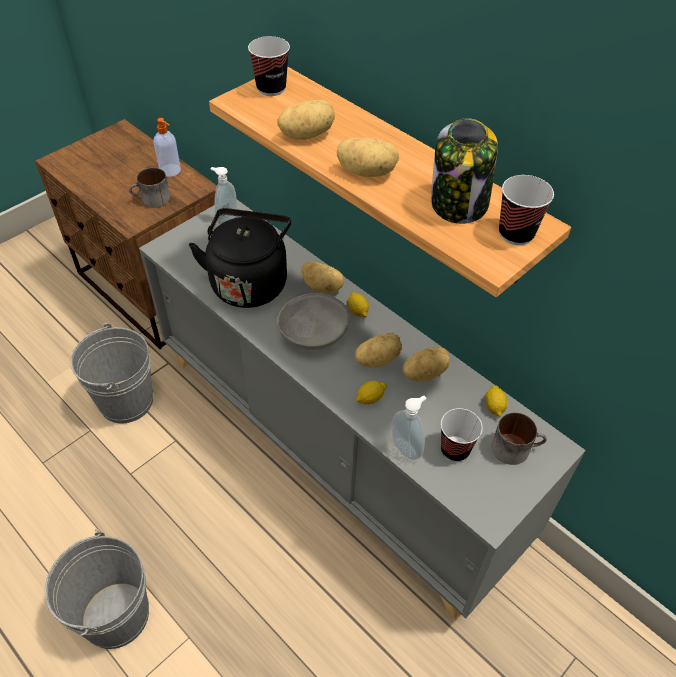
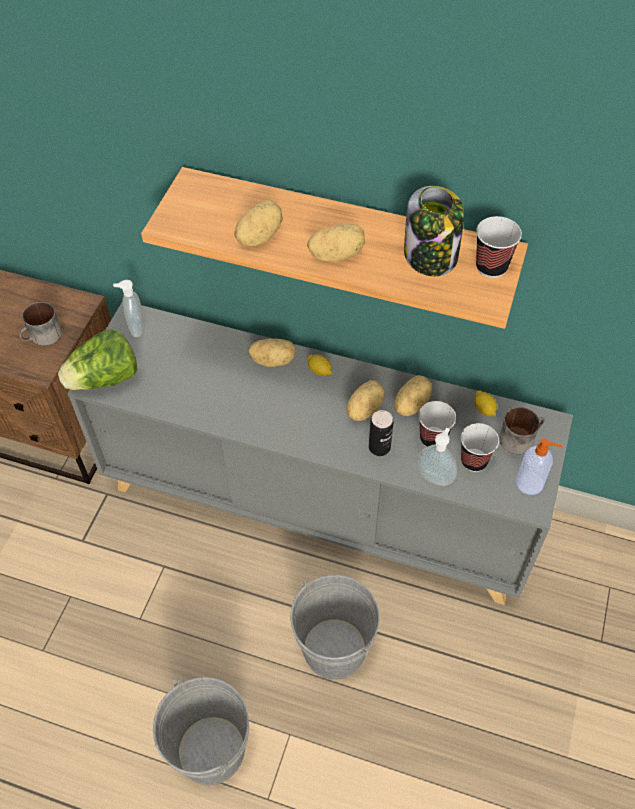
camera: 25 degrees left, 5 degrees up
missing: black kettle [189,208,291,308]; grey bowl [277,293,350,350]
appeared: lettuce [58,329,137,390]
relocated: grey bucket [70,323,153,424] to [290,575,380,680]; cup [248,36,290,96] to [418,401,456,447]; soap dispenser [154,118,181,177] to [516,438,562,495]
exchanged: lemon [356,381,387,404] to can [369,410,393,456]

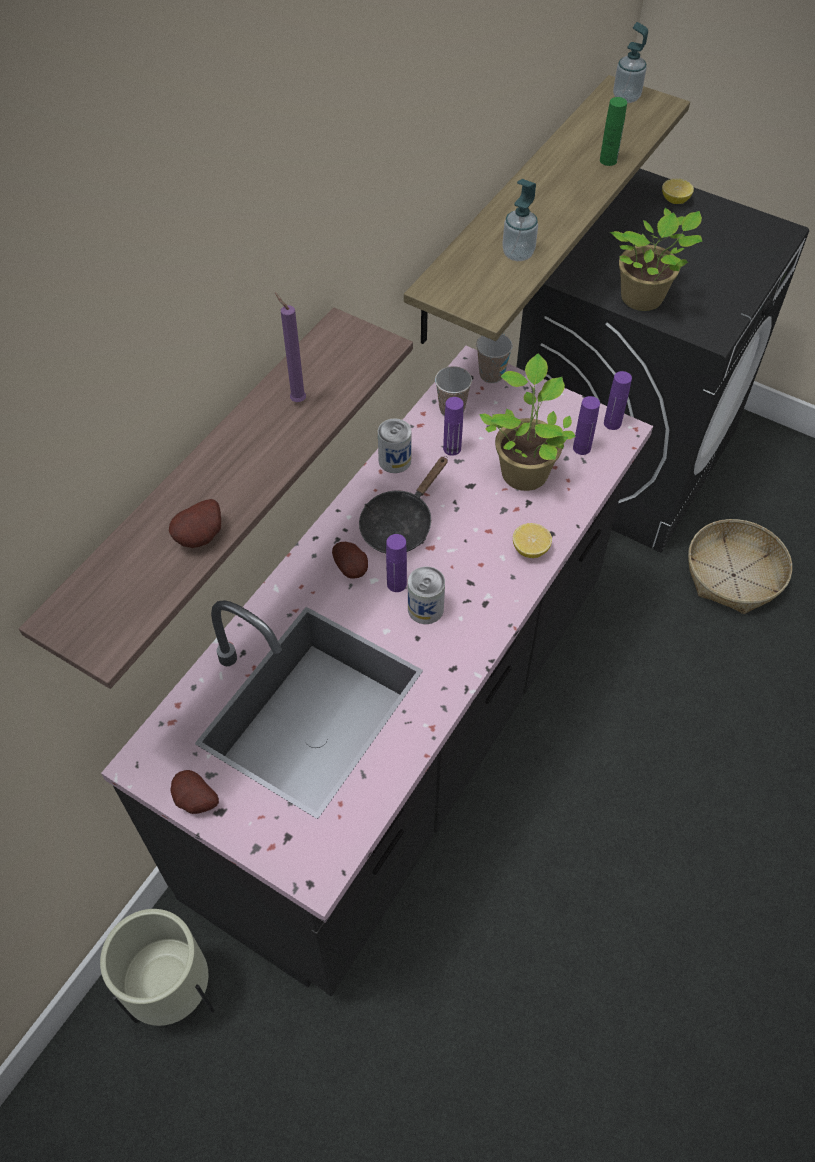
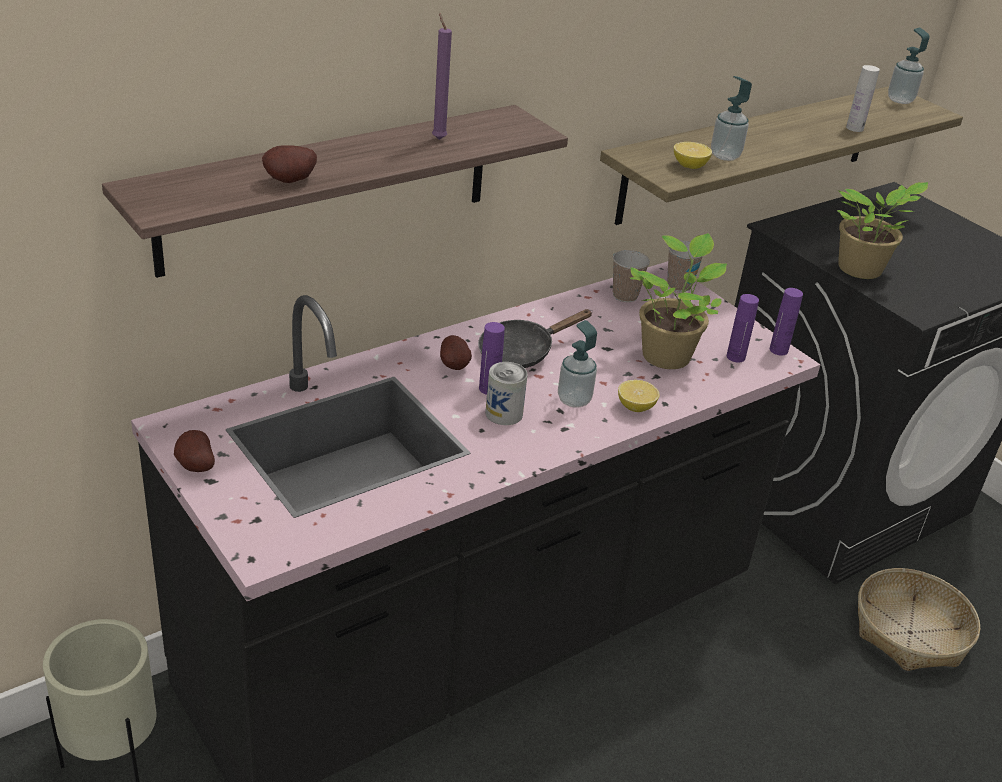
camera: 20 degrees right, 20 degrees down
missing: can [378,418,411,473]; purple bottle [443,397,464,456]
appeared: soap dispenser [558,320,597,408]
relocated: lemon [662,179,694,204] to [674,142,712,169]
colour: green bottle [600,97,627,166] to white bottle [846,65,880,132]

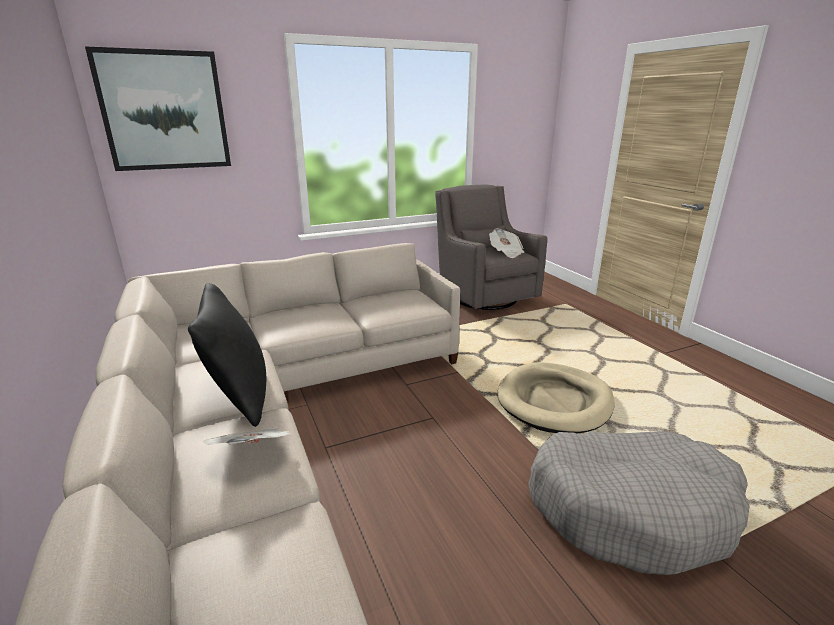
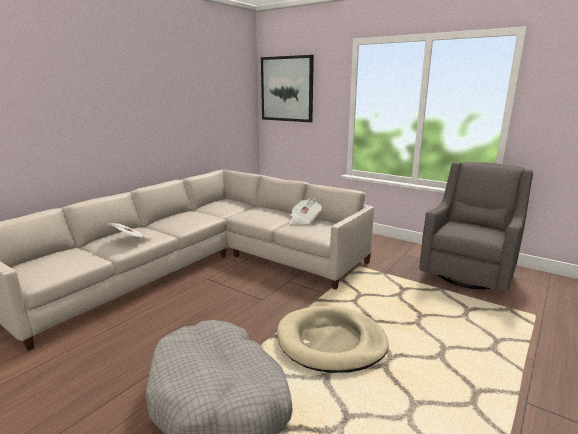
camera: 60 degrees right, 5 degrees down
missing: black pillow [188,283,266,427]
relocated: newspaper [489,228,524,258] to [290,198,322,225]

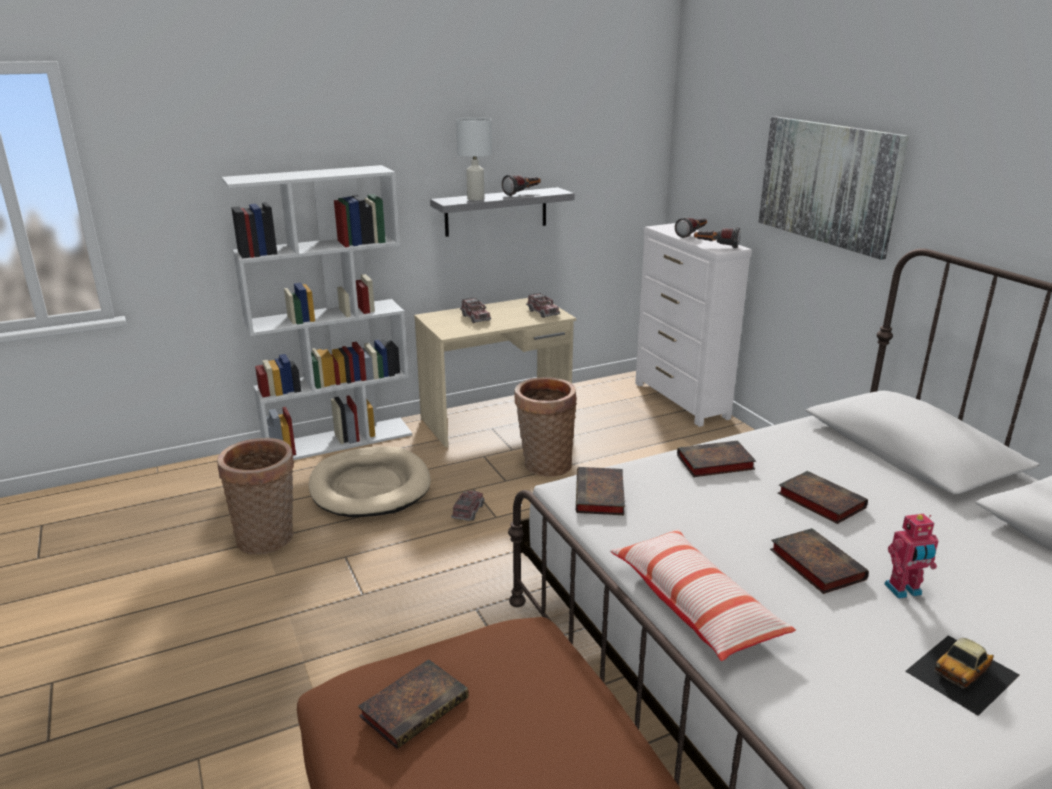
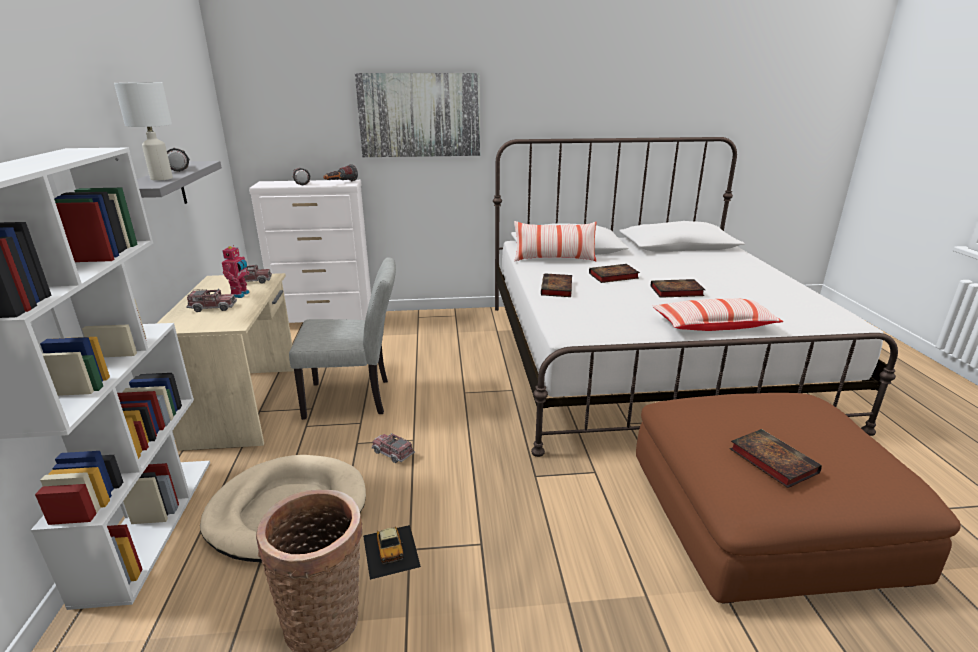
camera: 70 degrees left, 0 degrees up
missing: book [576,467,625,515]
appeared: pillow [514,221,597,262]
relocated: toy robot [884,514,939,599] to [222,245,250,298]; toy car [905,635,1020,716] to [363,525,421,580]
exchanged: basket [515,377,577,477] to grey chair [289,257,396,420]

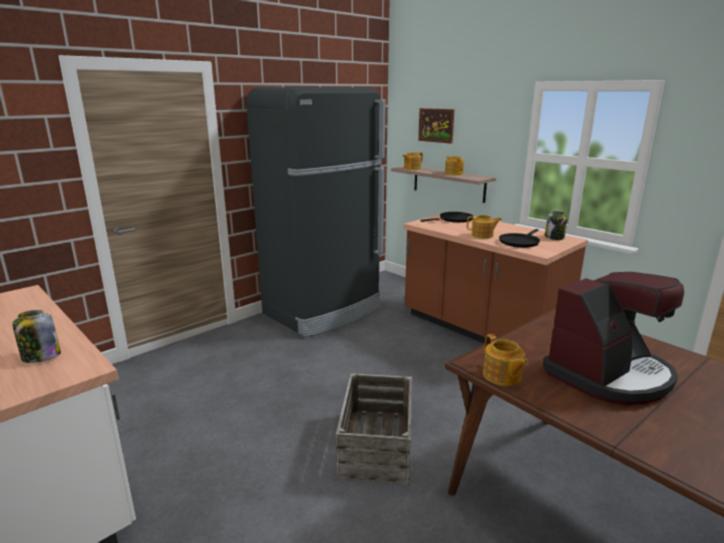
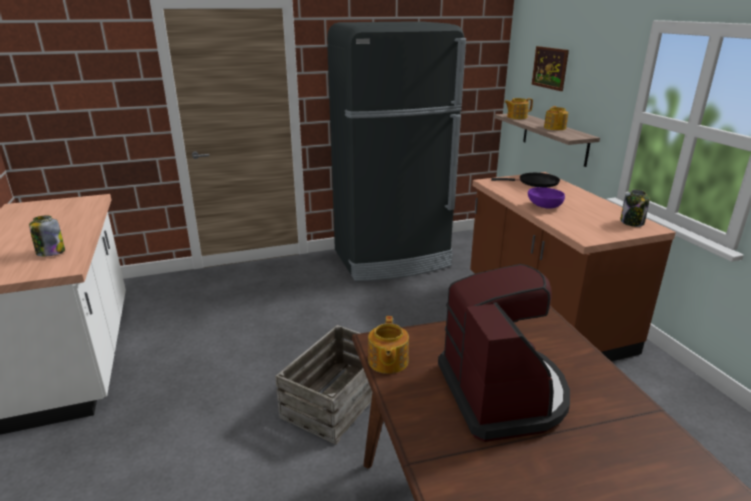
camera: 25 degrees right, 5 degrees up
missing: black frying pan [499,229,540,248]
exchanged: teapot [467,215,502,239] to purple bowl [528,187,565,209]
spun: coffee machine [543,272,684,405] = [438,264,570,442] 90 degrees counterclockwise

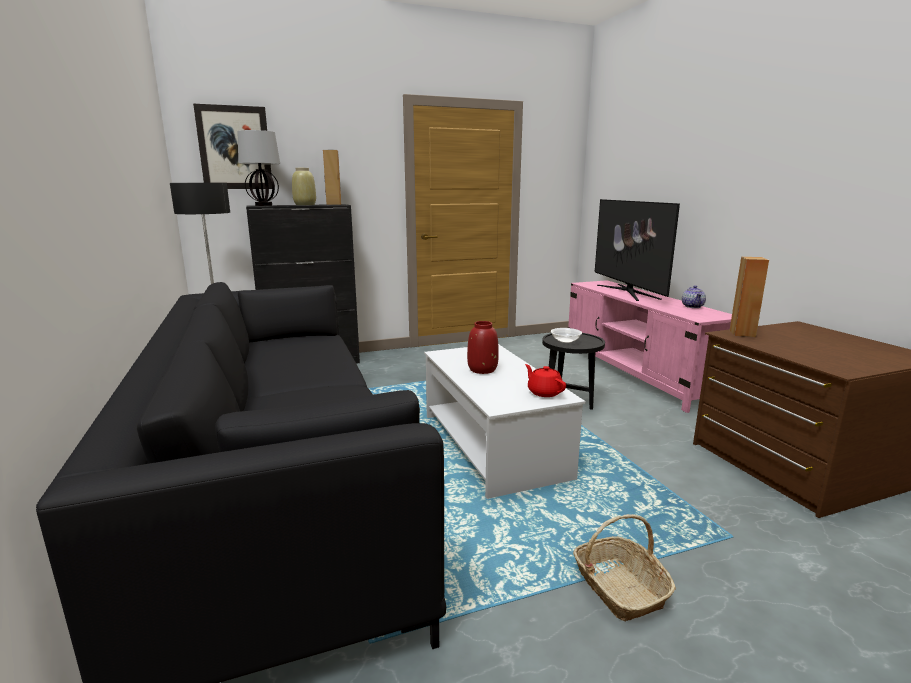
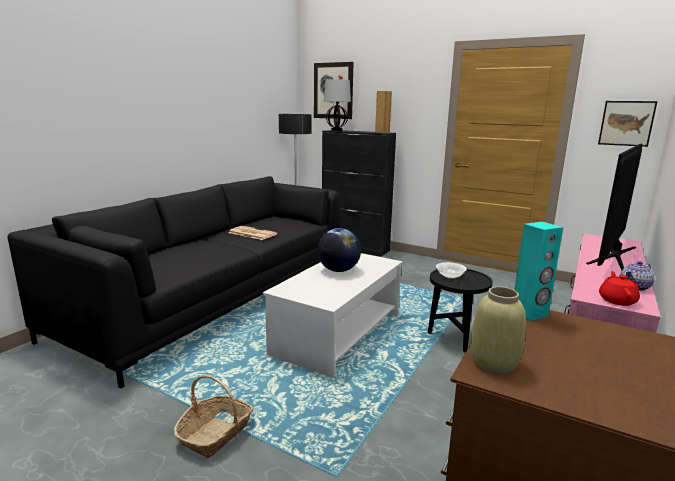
camera: 50 degrees right, 0 degrees up
appeared: newspaper [228,226,278,240]; picture [598,101,658,147]
relocated: beige vase [292,168,316,205] to [471,287,526,373]; red teapot [525,364,566,397] to [599,271,640,306]
exchanged: red vase [467,321,499,374] to globe [317,228,361,272]
colour: brown speaker [730,257,769,337] to turquoise speaker [514,222,563,321]

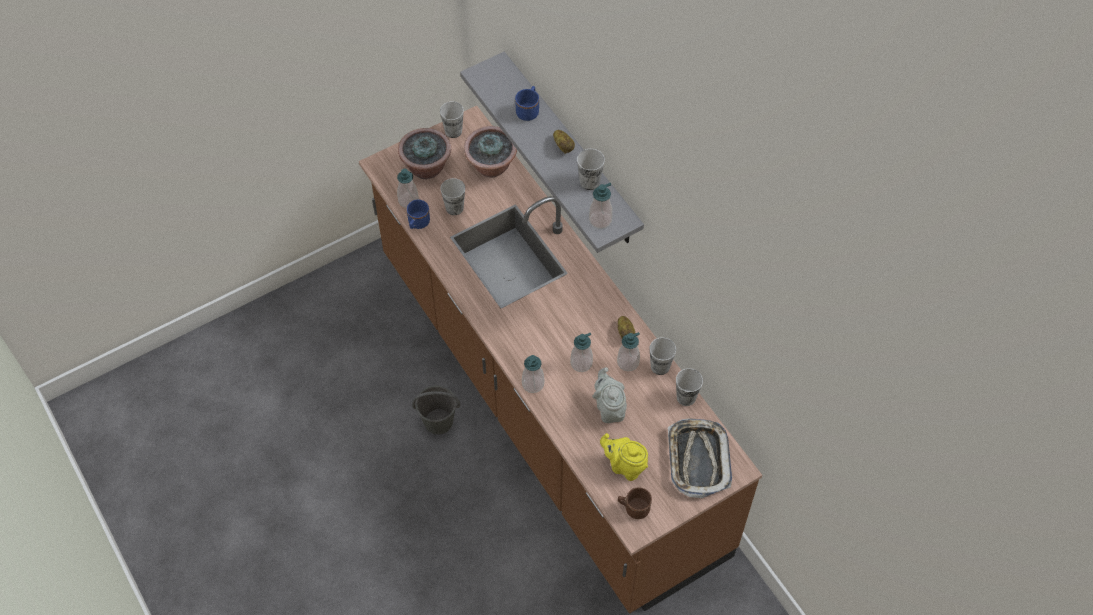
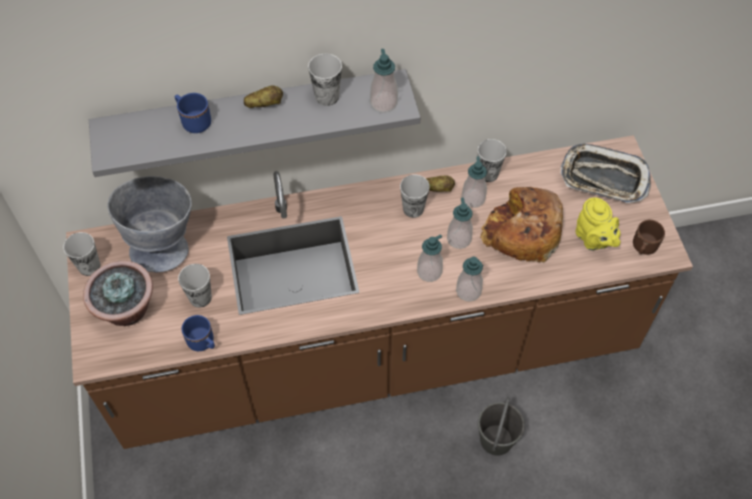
camera: 70 degrees left, 0 degrees up
relocated: cup [676,368,703,406] to [400,174,430,218]; soap dispenser [397,168,419,208] to [417,234,443,282]; grey bucket [412,385,460,435] to [478,397,525,456]
exchanged: potted plant [464,126,517,177] to grey bowl [107,176,192,272]; grey teapot [592,367,627,423] to bread [480,187,563,263]
spun: yellow teapot [600,433,648,481] = [576,197,621,251] 75 degrees counterclockwise

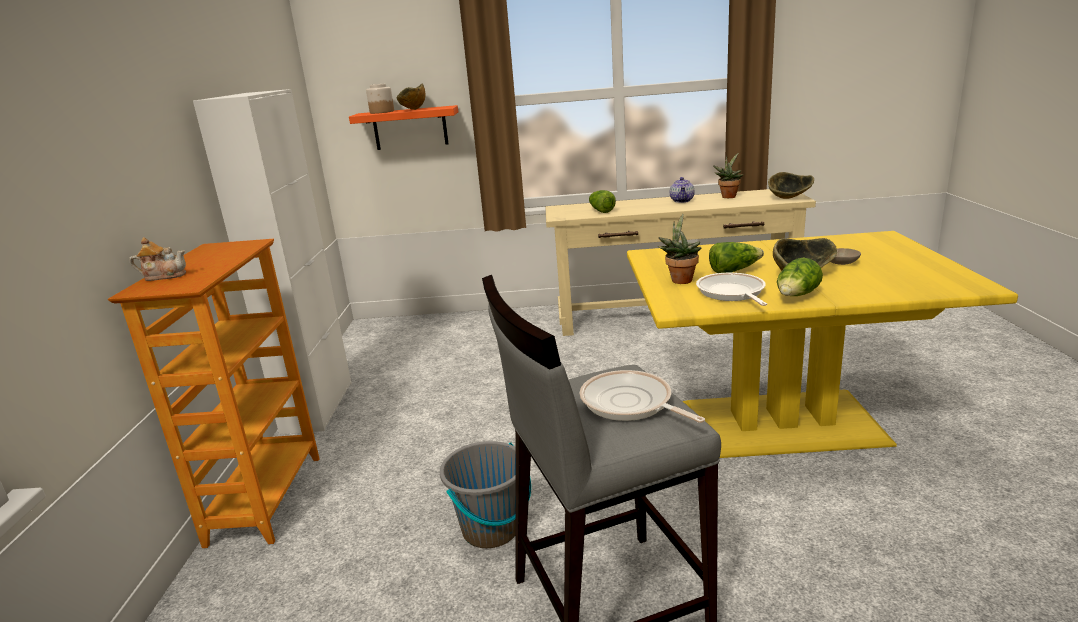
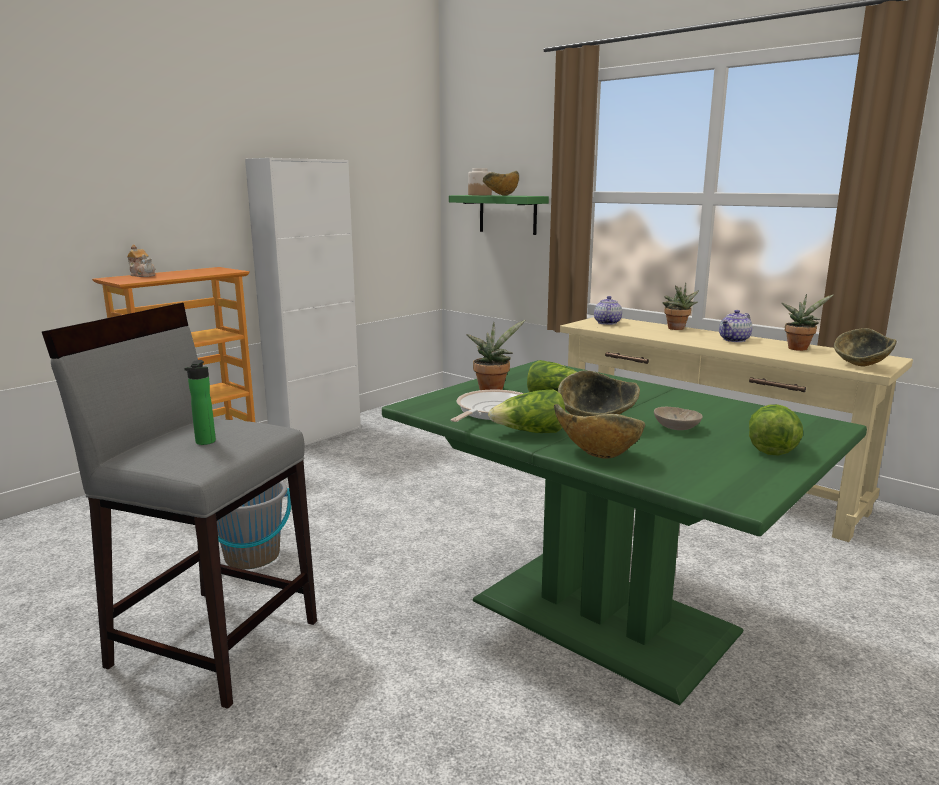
camera: 40 degrees right, 5 degrees down
appeared: bowl [554,404,645,459]; teapot [594,296,622,325]; potted plant [662,283,699,330]
relocated: lettuce [589,190,616,213] to [749,404,803,455]
exchanged: frying pan [580,370,705,423] to bottle [184,360,216,445]
colour: yellow dining table [627,231,1018,458] to green dining table [382,360,867,705]; orange shelf [349,105,458,150] to green shelf [449,195,549,235]

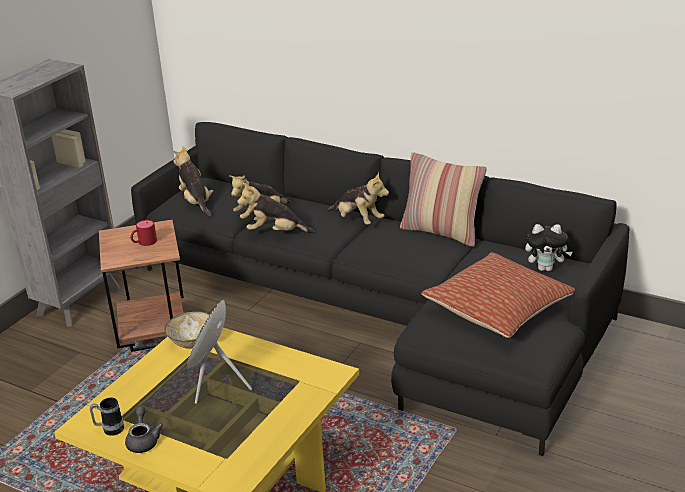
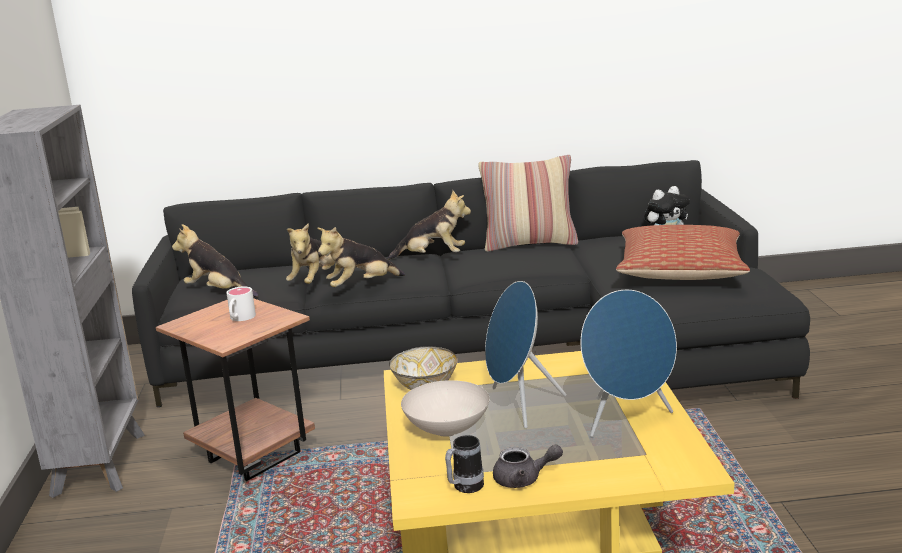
camera: 35 degrees left, 10 degrees down
appeared: white bowl [401,380,490,437]; blue speaker [581,290,677,437]
colour: red mug [131,220,157,246] to white mug [226,286,256,321]
spun: grey teapot [125,406,163,453] = [493,444,563,488] 135 degrees clockwise

